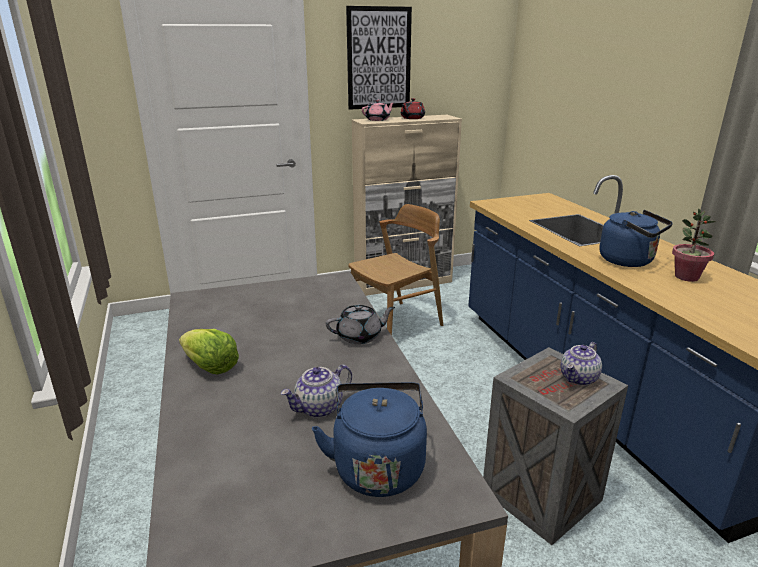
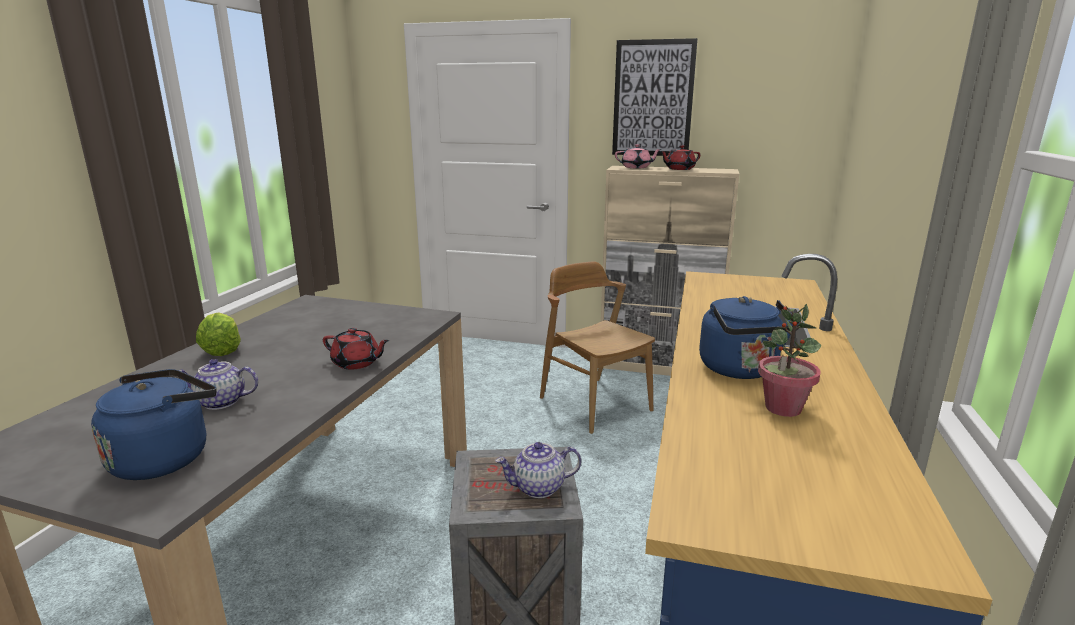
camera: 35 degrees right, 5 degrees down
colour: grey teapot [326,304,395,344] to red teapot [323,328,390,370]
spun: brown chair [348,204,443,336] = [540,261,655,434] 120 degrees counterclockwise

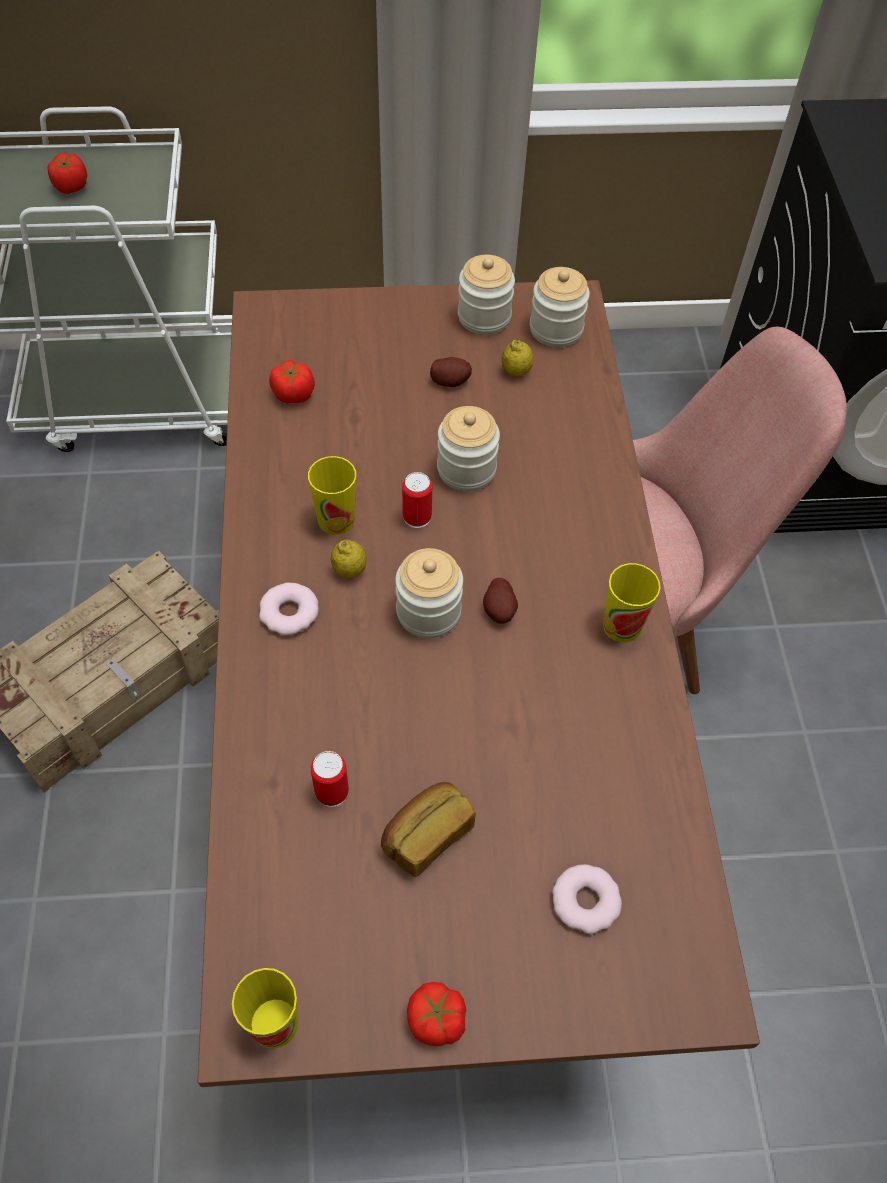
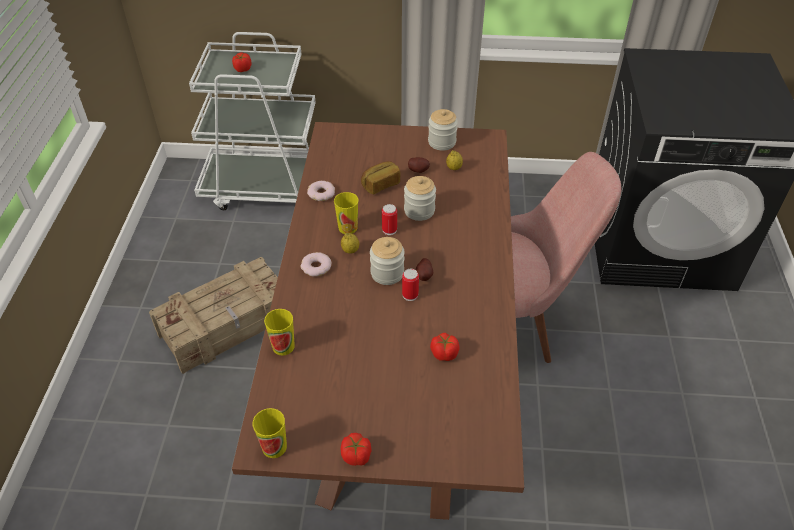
camera: 10 degrees right, 10 degrees down
missing: jar [530,267,590,347]
relocated: cup [603,563,660,642] to [264,309,295,356]; donut [552,864,622,934] to [307,181,335,201]; bread [381,782,476,878] to [361,161,400,194]; can [311,751,349,807] to [402,269,419,301]; tomato [269,360,315,404] to [430,333,460,361]

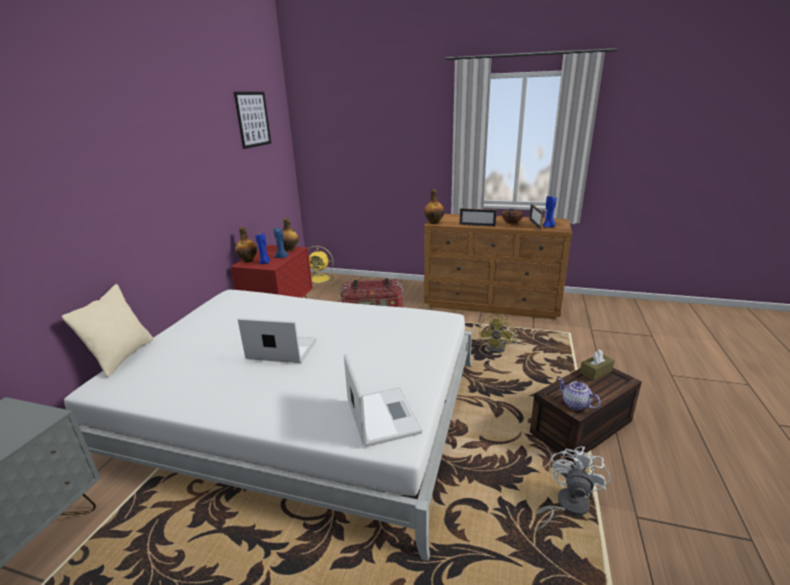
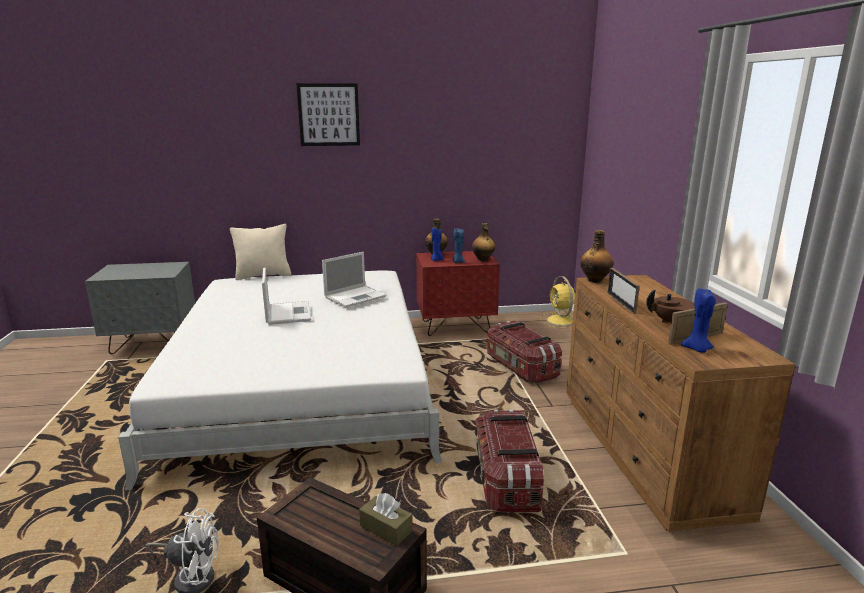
camera: 65 degrees right, 5 degrees down
missing: teapot [558,378,601,410]
relocated: picture [234,92,271,149] to [296,83,360,146]; laptop [344,354,422,447] to [322,252,386,307]
exchanged: yellow fan [479,314,517,353] to storage box [476,409,544,512]

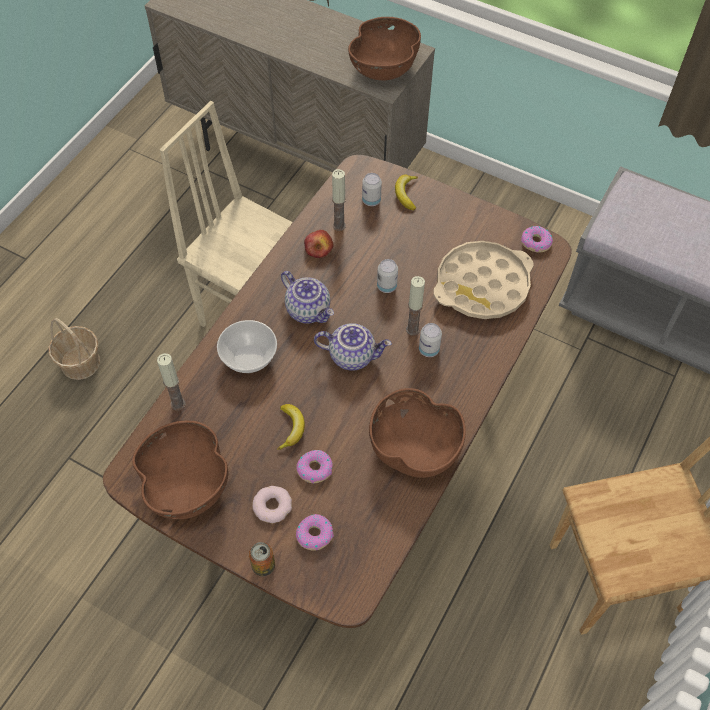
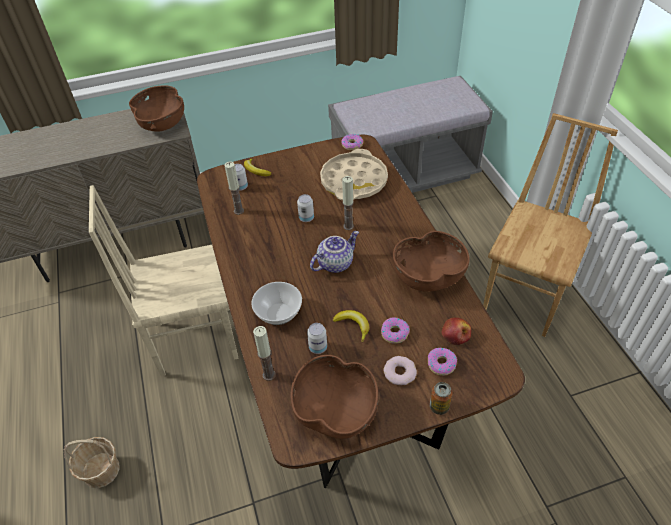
camera: 45 degrees left, 10 degrees down
missing: teapot [281,271,334,324]
relocated: can [419,323,442,357] to [307,323,327,354]; apple [304,230,333,258] to [441,317,471,345]

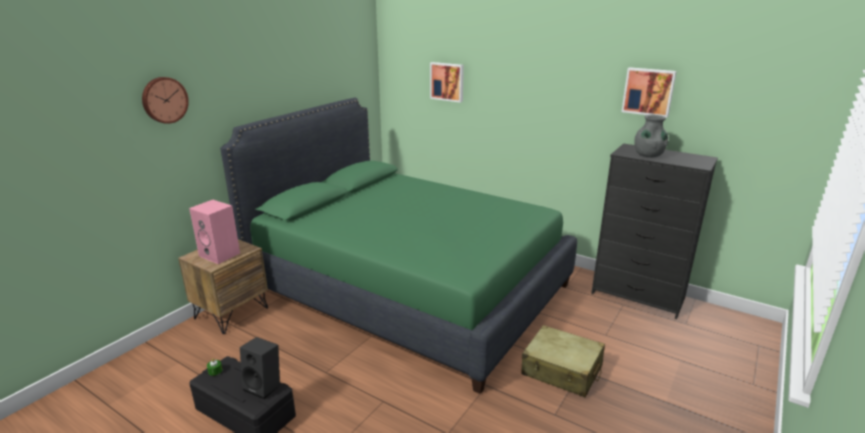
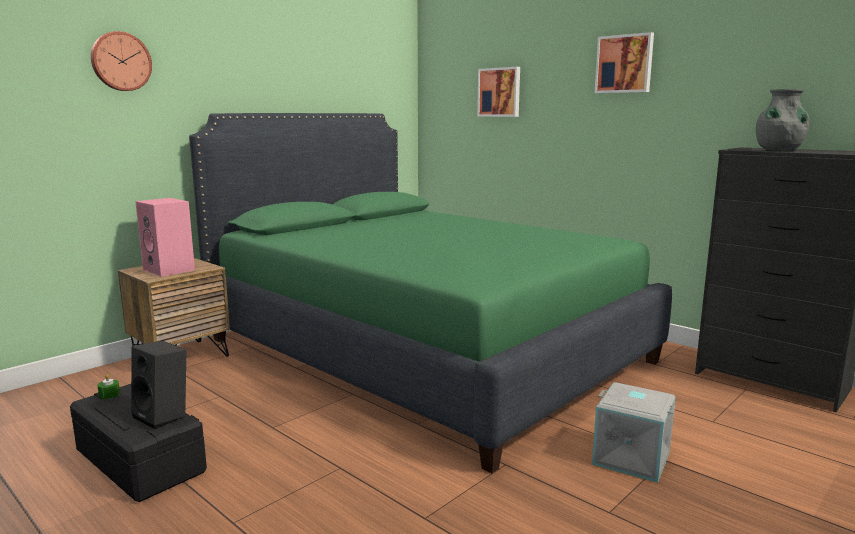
camera: 10 degrees right, 10 degrees down
relocated: picture [621,67,677,118] to [595,32,654,93]
exchanged: beige suitcase [521,325,605,397] to grey storage box [592,382,676,483]

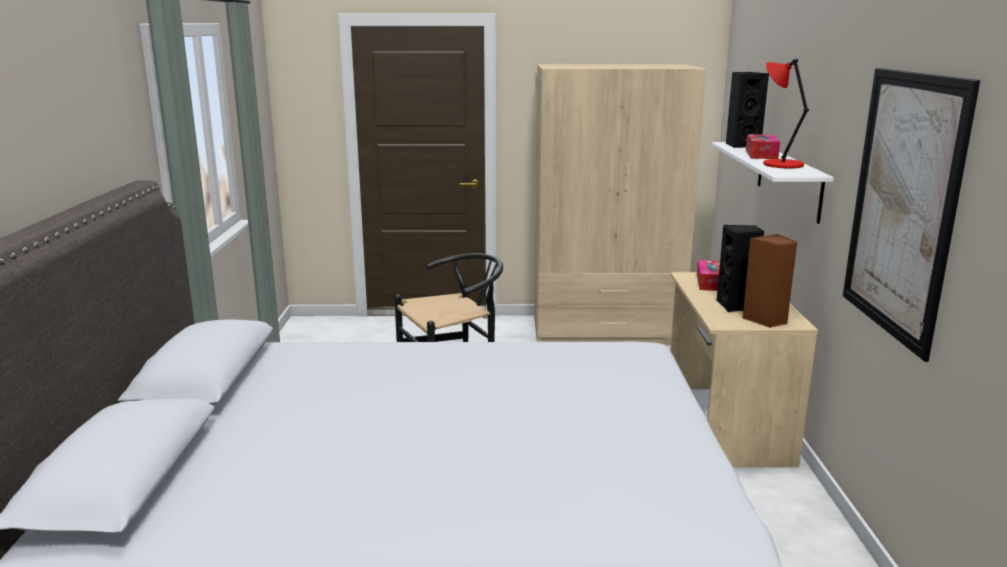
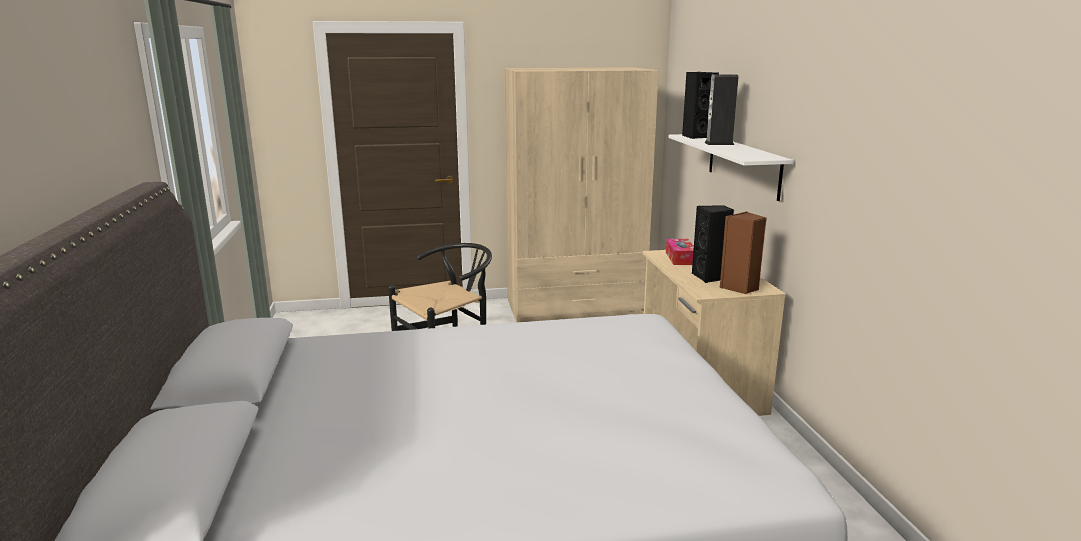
camera: 10 degrees left, 0 degrees up
missing: red table lamp [763,59,809,168]; picture [843,68,980,362]
exchanged: tissue box [746,134,780,159] to speaker [704,74,738,145]

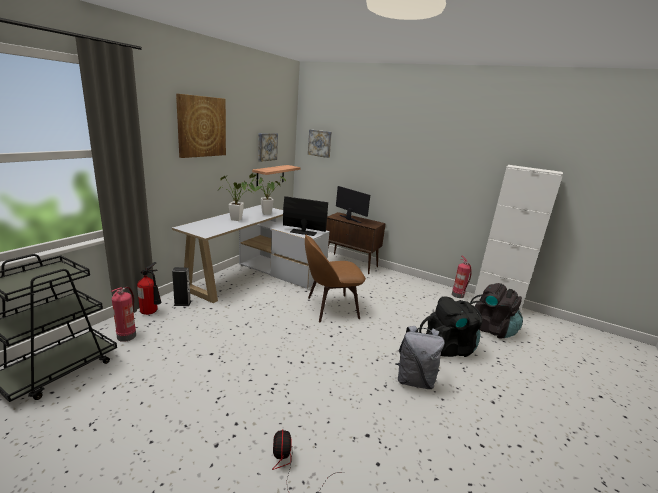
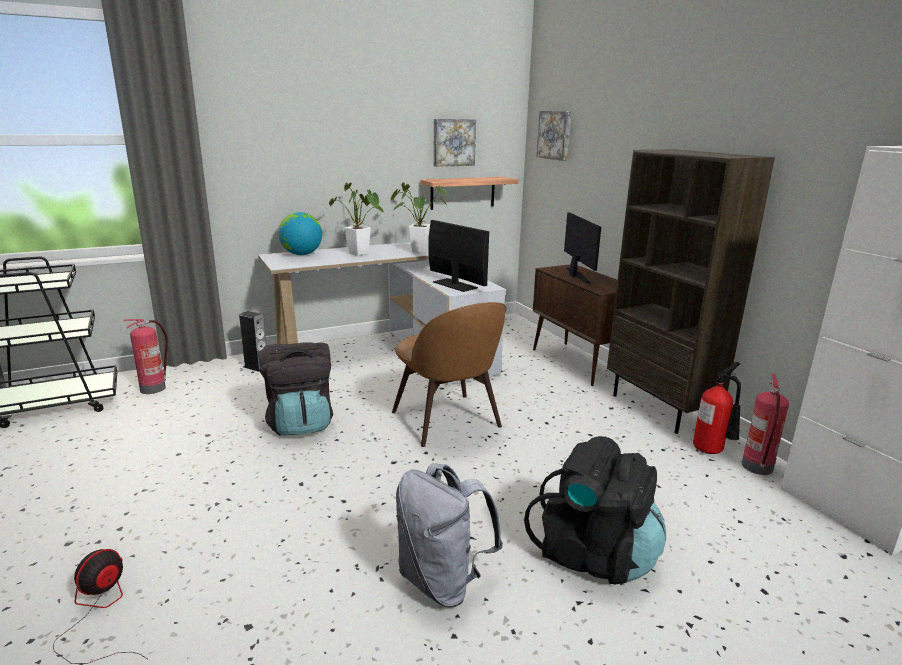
camera: 35 degrees right, 0 degrees up
missing: picture [176,93,226,158]
appeared: globe [278,212,322,255]; brown bookcase [607,149,775,434]
relocated: black backpack [470,283,523,338] to [258,342,333,436]; fire extinguisher [137,262,162,315] to [693,362,741,454]
spun: brown chair [305,235,366,322] = [392,302,506,447] 135 degrees counterclockwise

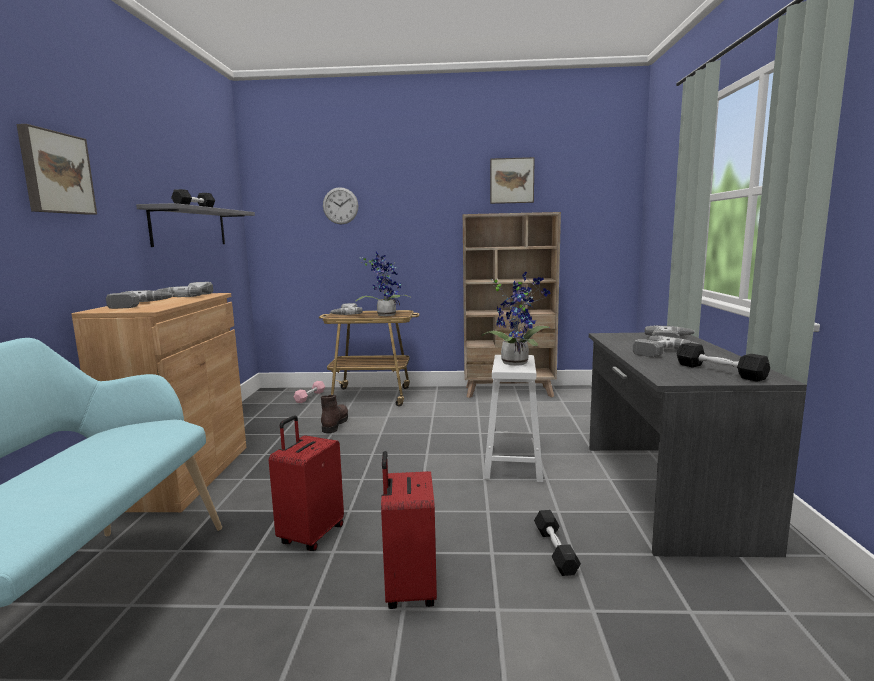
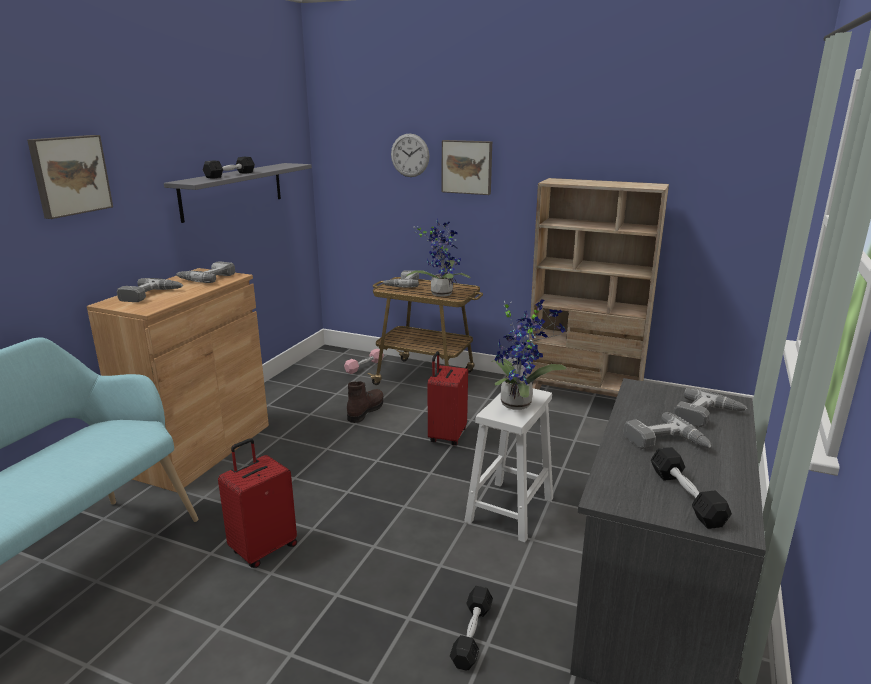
camera: 20 degrees right, 10 degrees up
relocated: red suitcase [381,451,437,609] to [428,351,468,446]; picture [490,157,535,204] to [442,140,492,195]

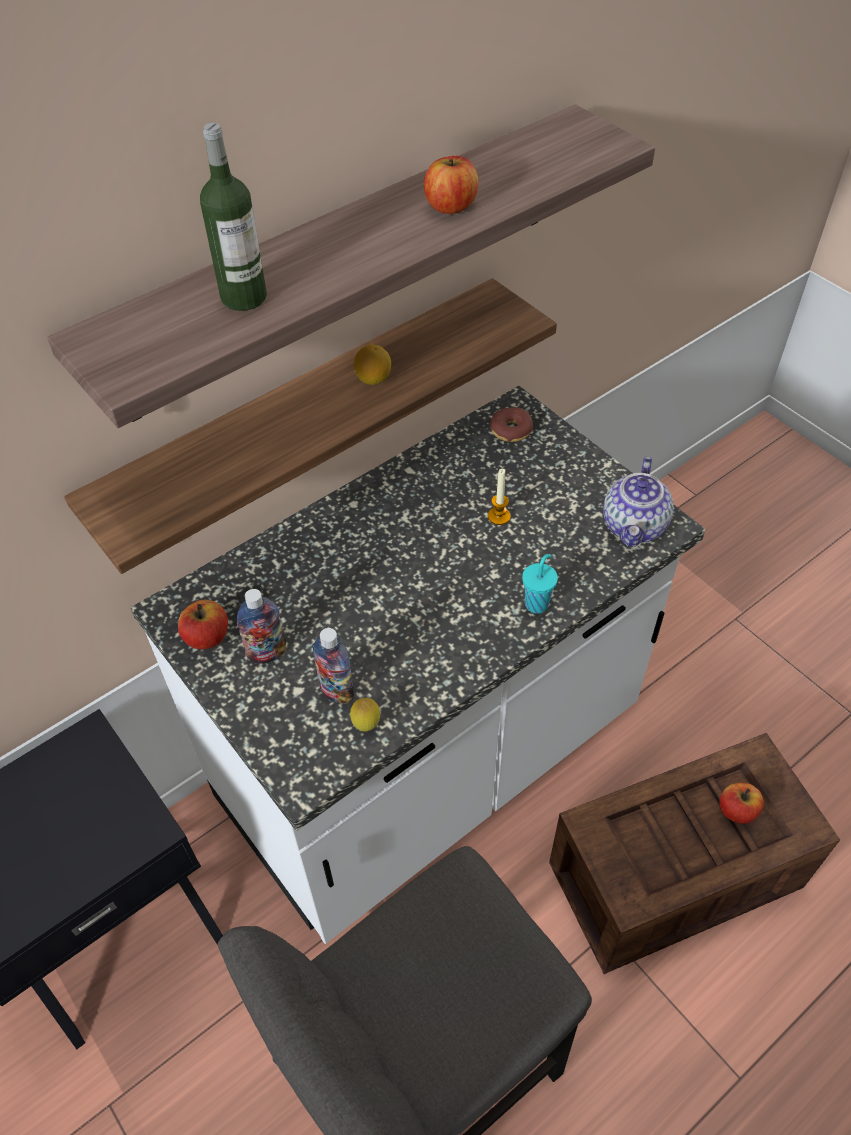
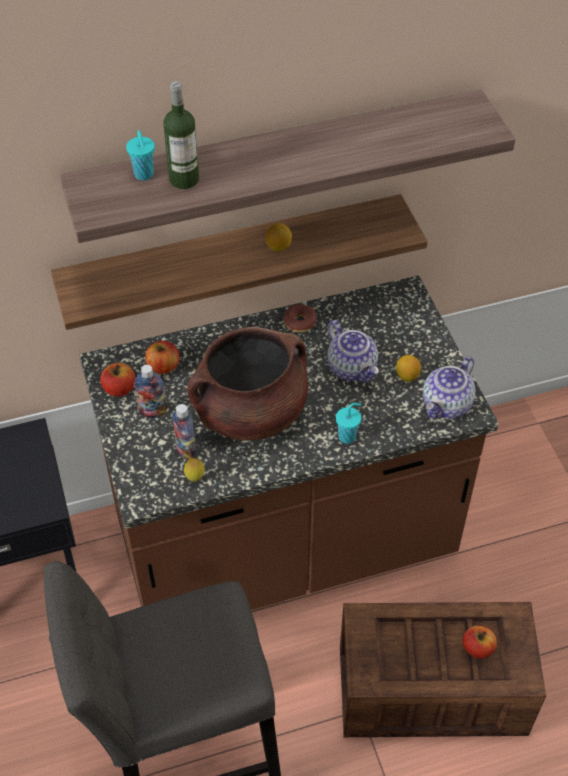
camera: 20 degrees right, 0 degrees up
appeared: turquoise cup [126,130,155,180]; brown cooking pot [187,327,308,440]; lemon [396,355,421,382]
relocated: apple [424,156,479,214] to [145,341,180,374]; donut [490,407,533,442] to [283,305,317,332]
exchanged: candle [488,469,511,525] to teapot [327,320,379,383]
colour: white counter [131,386,705,944] to brown counter [79,275,499,610]

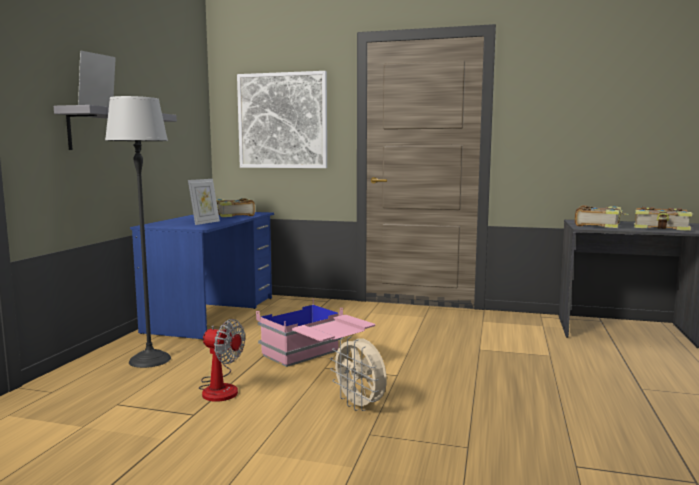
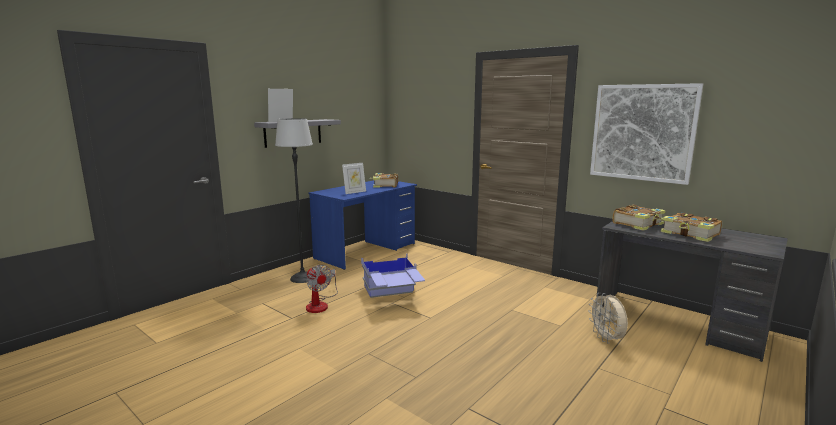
camera: 25 degrees right, 5 degrees up
relocated: beige fan [330,337,387,411] to [588,293,628,344]; picture [237,71,327,168] to [590,83,703,185]
colour: pink storage box [256,299,375,367] to blue storage box [361,253,425,298]

